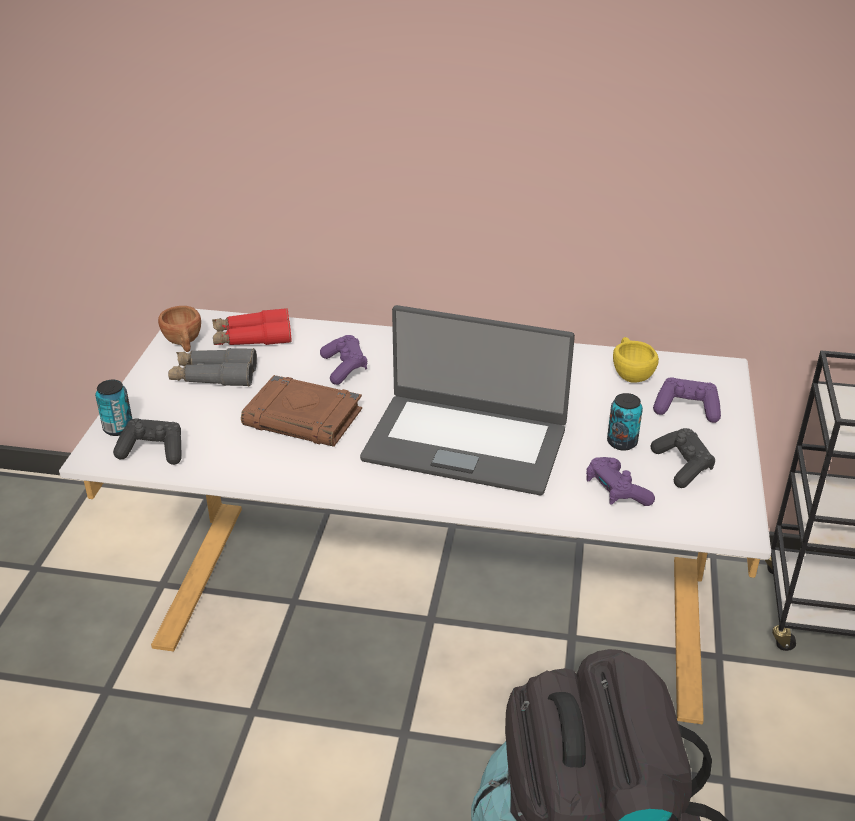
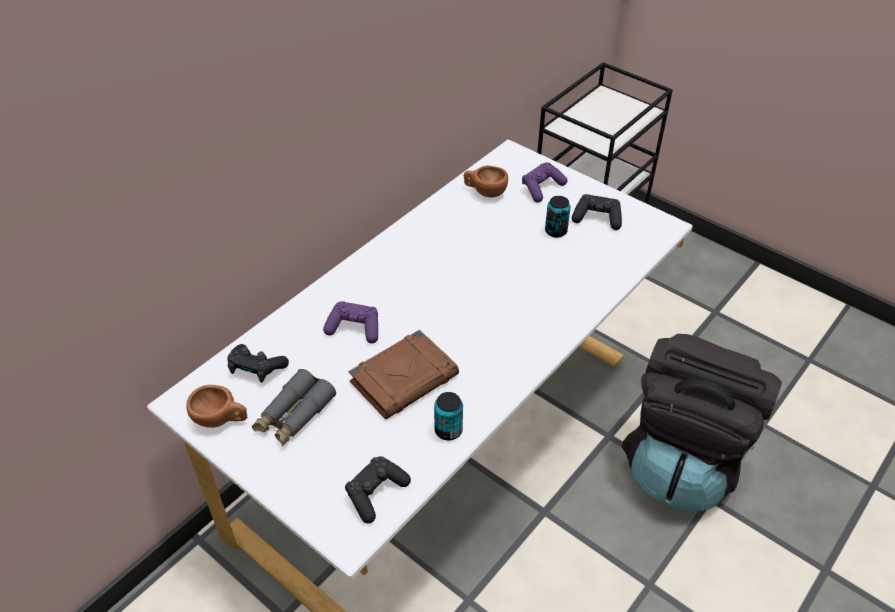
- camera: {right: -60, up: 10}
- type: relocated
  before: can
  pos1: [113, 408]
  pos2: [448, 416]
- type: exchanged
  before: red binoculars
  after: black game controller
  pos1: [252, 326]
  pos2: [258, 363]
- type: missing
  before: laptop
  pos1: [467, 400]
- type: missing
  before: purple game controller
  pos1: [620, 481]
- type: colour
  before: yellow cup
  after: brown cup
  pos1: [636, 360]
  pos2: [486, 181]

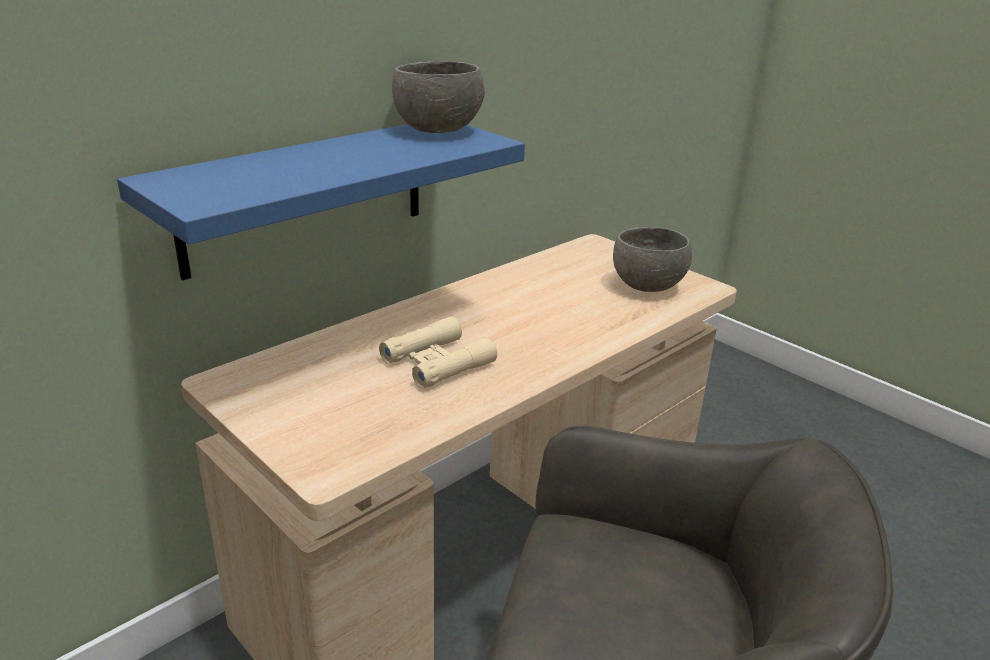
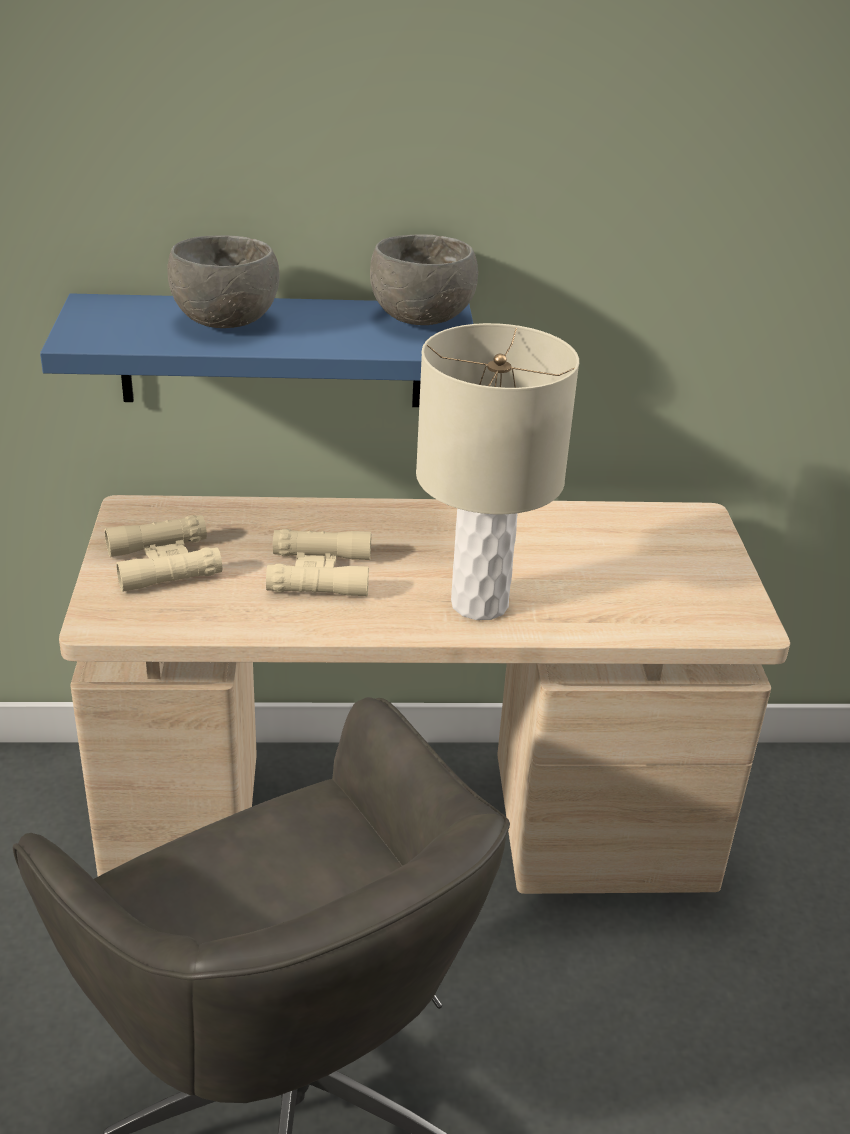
- camera: {right: 40, up: 5}
- type: relocated
  before: grey bowl
  pos1: [652, 259]
  pos2: [223, 282]
- type: appeared
  after: beige binoculars
  pos2: [163, 553]
- type: appeared
  after: beige table lamp
  pos2: [497, 471]

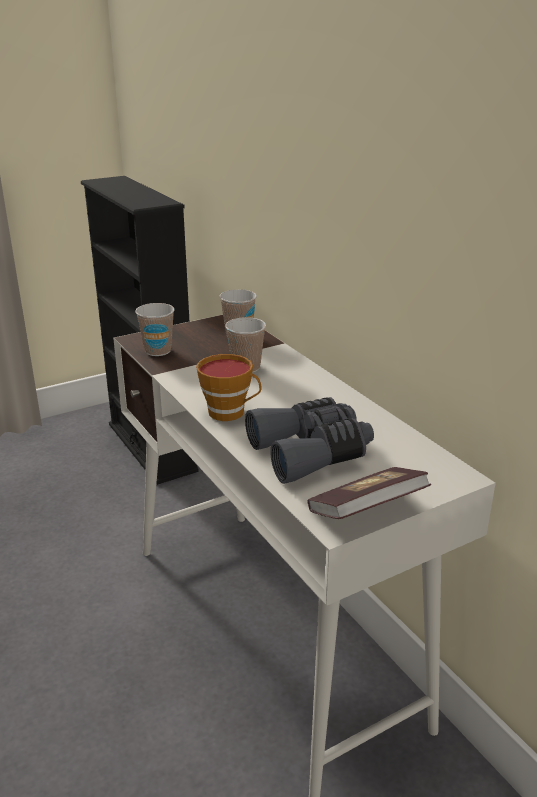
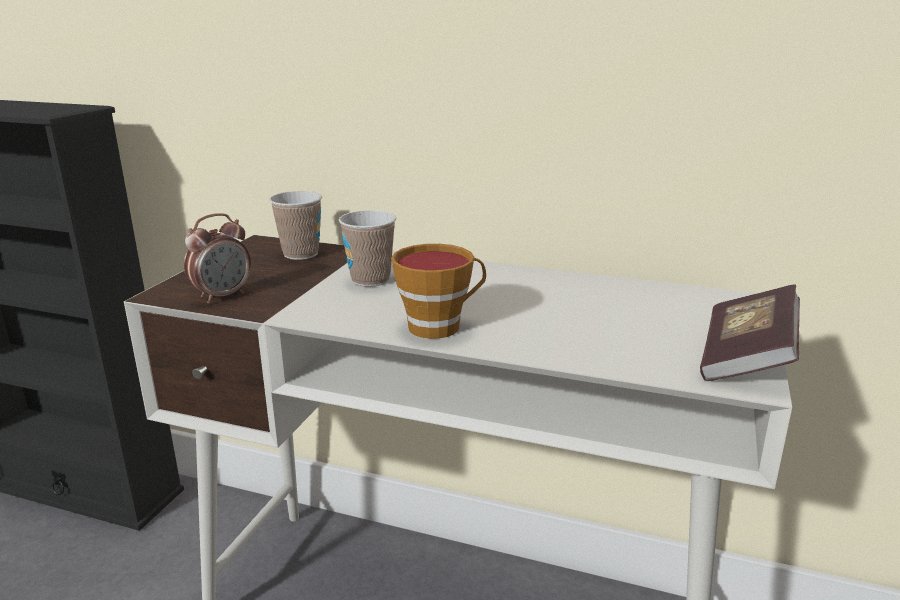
- camera: {right: -40, up: -5}
- type: exchanged
  before: cup
  after: alarm clock
  pos1: [155, 329]
  pos2: [217, 258]
- type: missing
  before: grey binoculars
  pos1: [309, 440]

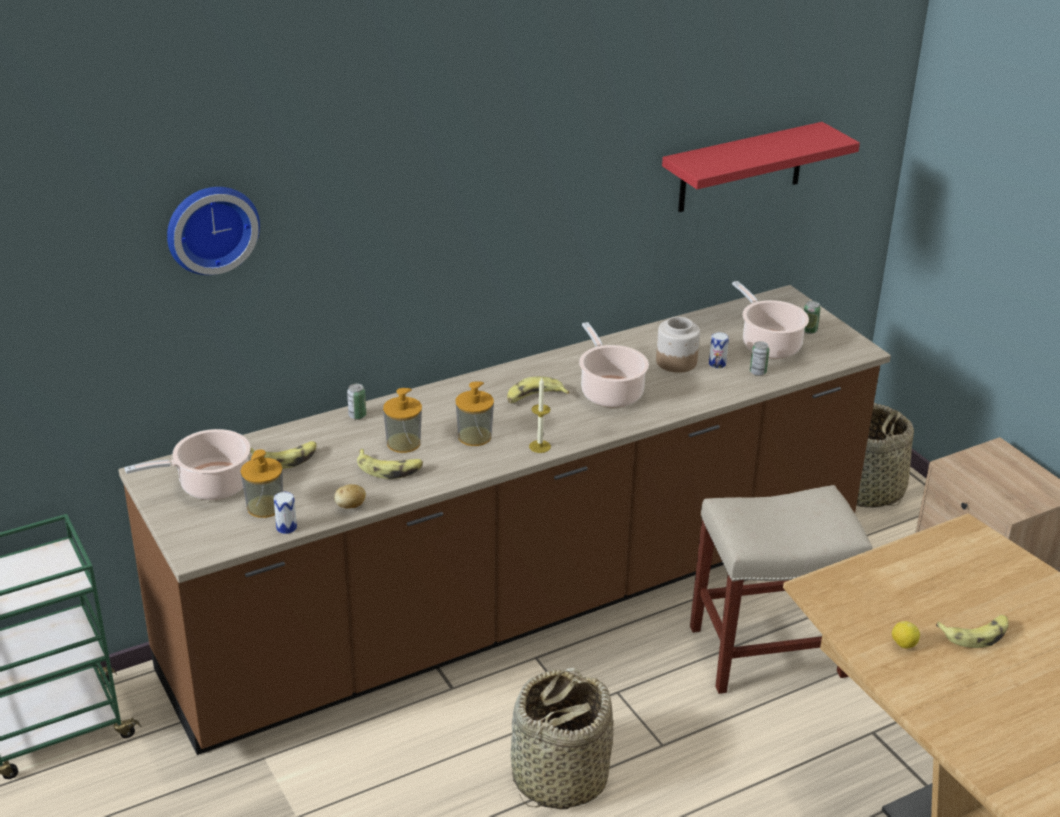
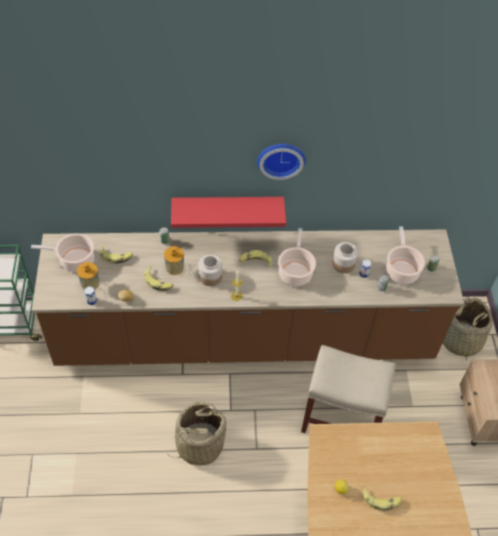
- camera: {right: 25, up: 20}
- type: relocated
  before: wall clock
  pos1: [213, 231]
  pos2: [281, 162]
- type: exchanged
  before: soap dispenser
  after: jar
  pos1: [474, 414]
  pos2: [210, 270]
- type: relocated
  before: red shelf
  pos1: [761, 167]
  pos2: [228, 212]

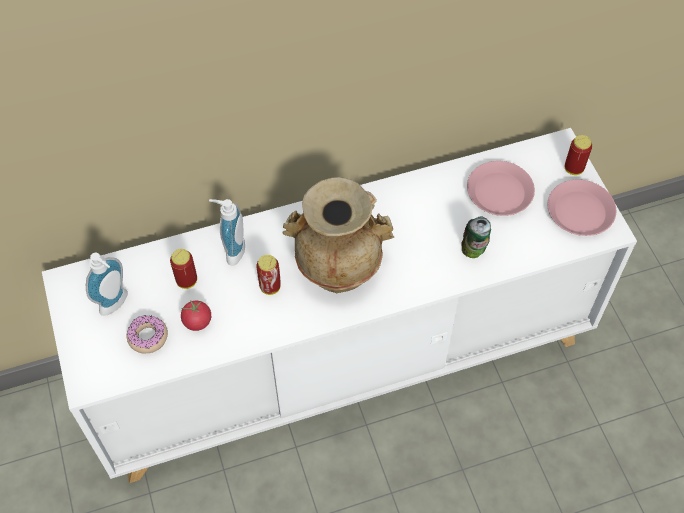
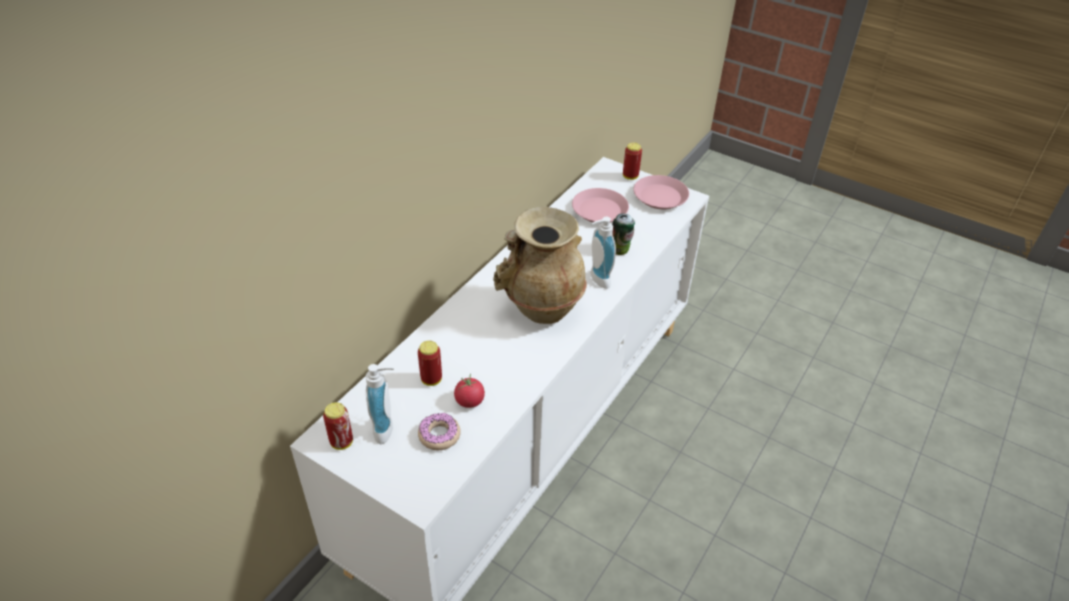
- camera: {right: -40, up: -15}
- type: relocated
  before: soap dispenser
  pos1: [227, 232]
  pos2: [603, 252]
- type: relocated
  before: can
  pos1: [268, 275]
  pos2: [338, 426]

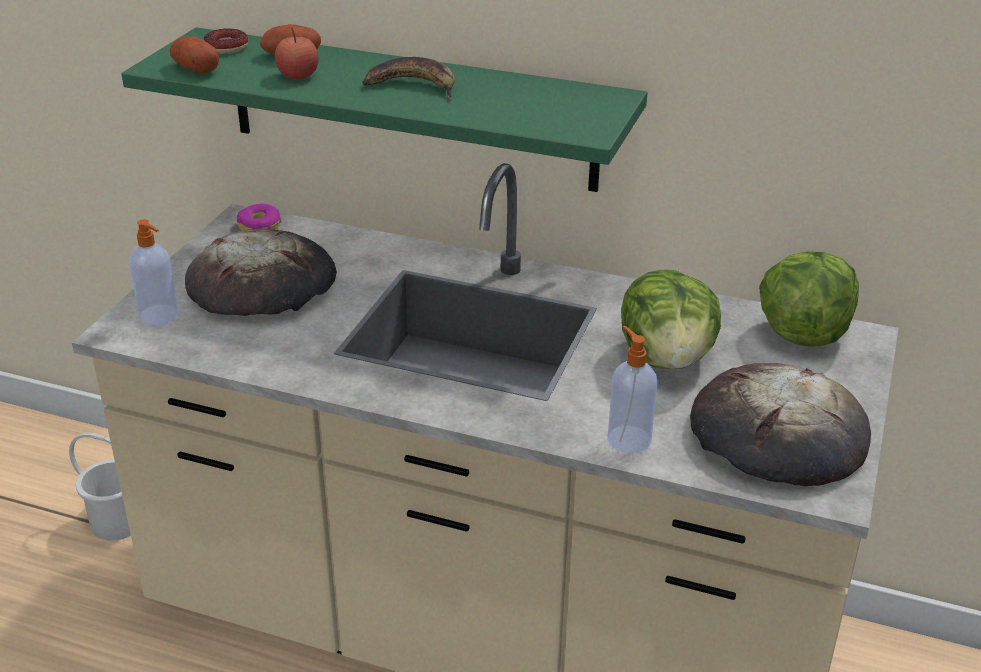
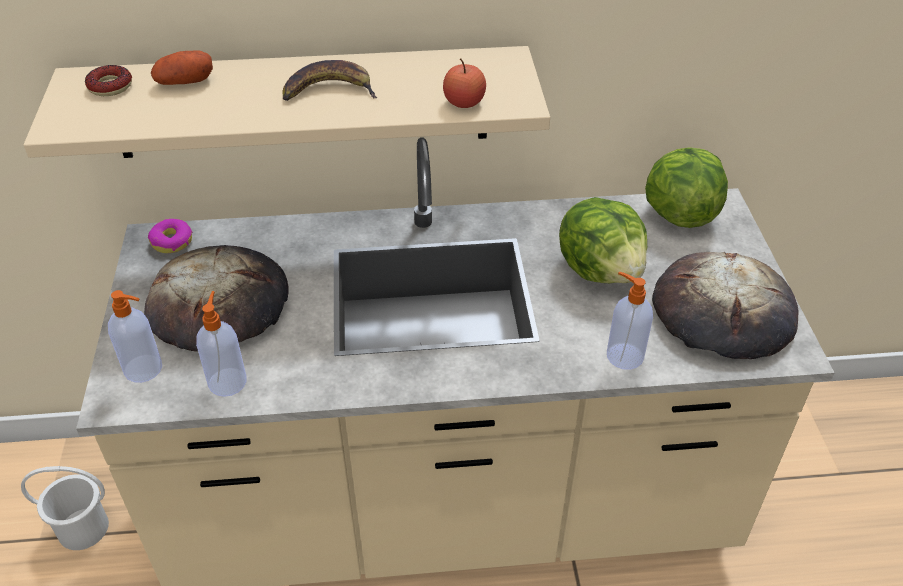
- camera: {right: -25, up: 10}
- type: colour
  before: green shelf
  after: beige shelf
  pos1: [384, 109]
  pos2: [287, 102]
- type: missing
  before: potato
  pos1: [194, 55]
- type: relocated
  before: apple
  pos1: [297, 53]
  pos2: [464, 83]
- type: appeared
  after: soap dispenser
  pos2: [221, 344]

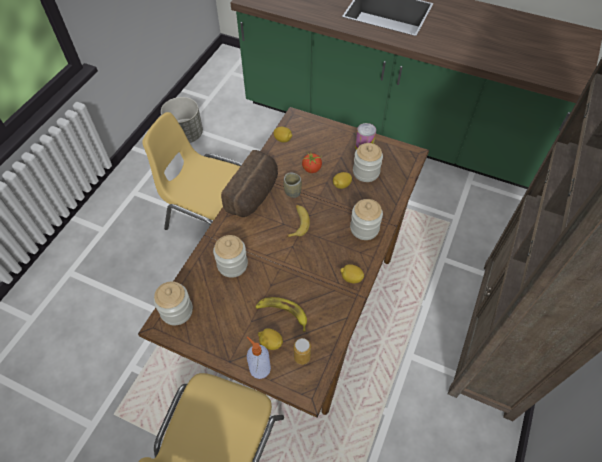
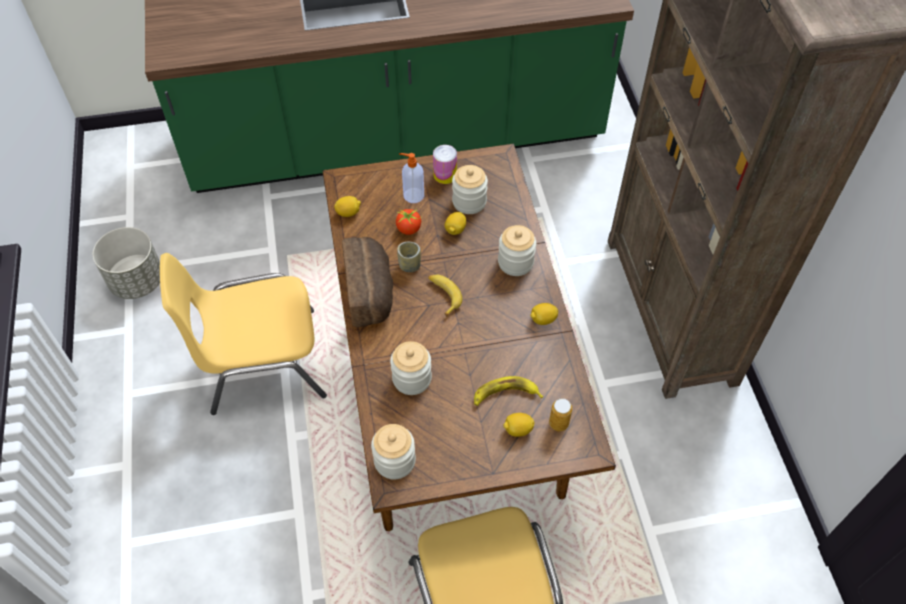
- camera: {right: -35, up: 0}
- type: relocated
  before: soap dispenser
  pos1: [259, 357]
  pos2: [411, 178]

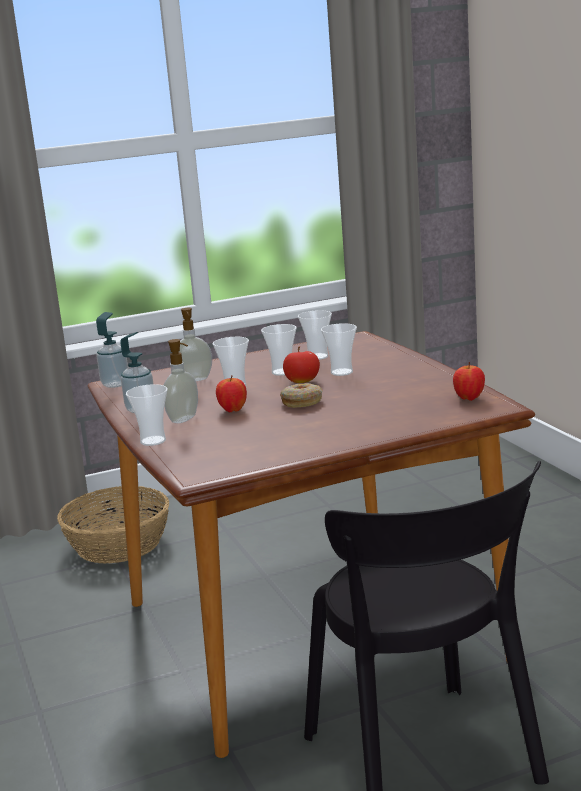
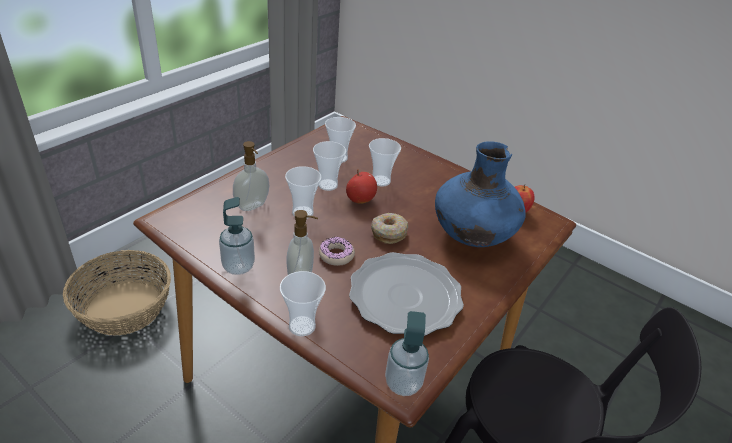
- camera: {right: -35, up: 20}
- type: relocated
  before: soap dispenser
  pos1: [112, 350]
  pos2: [407, 353]
- type: exchanged
  before: apple
  after: donut
  pos1: [231, 393]
  pos2: [337, 251]
- type: appeared
  after: plate
  pos2: [406, 294]
- type: appeared
  after: blue vase
  pos2: [480, 194]

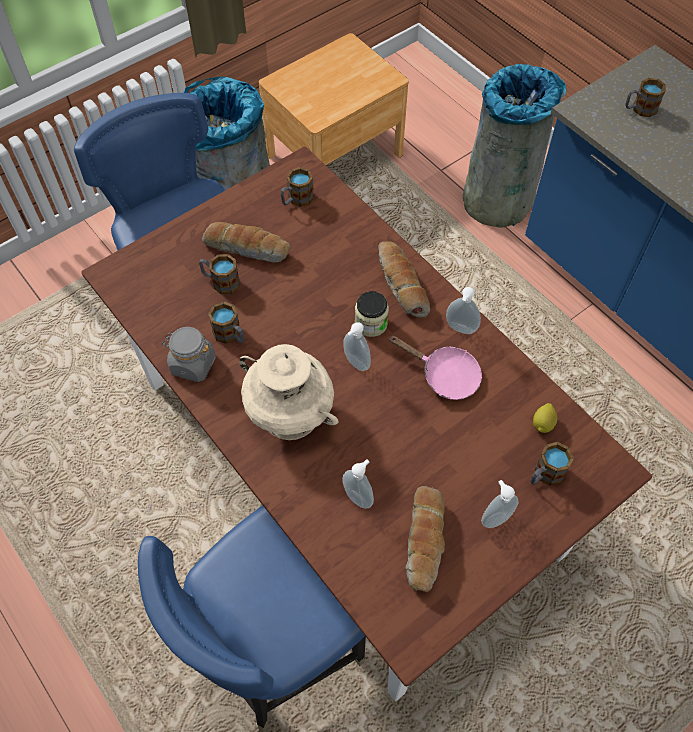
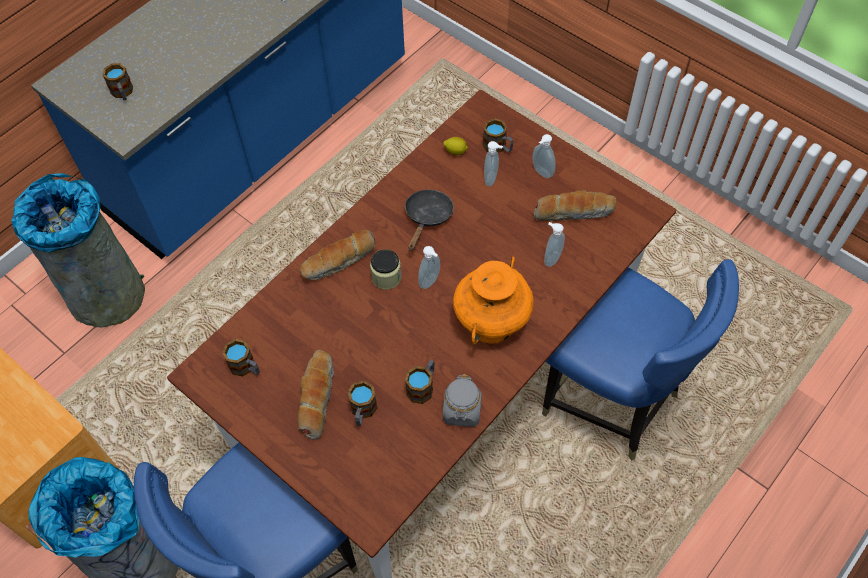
- camera: {right: -100, up: 0}
- type: colour
  before: beige vase
  after: orange vase
  pos1: [288, 392]
  pos2: [493, 300]
- type: colour
  before: pink frying pan
  after: black frying pan
  pos1: [435, 368]
  pos2: [429, 220]
- type: relocated
  before: soap dispenser
  pos1: [463, 310]
  pos2: [493, 163]

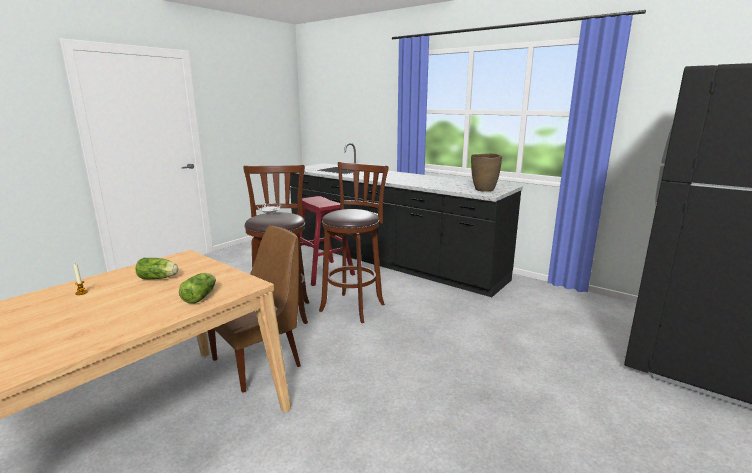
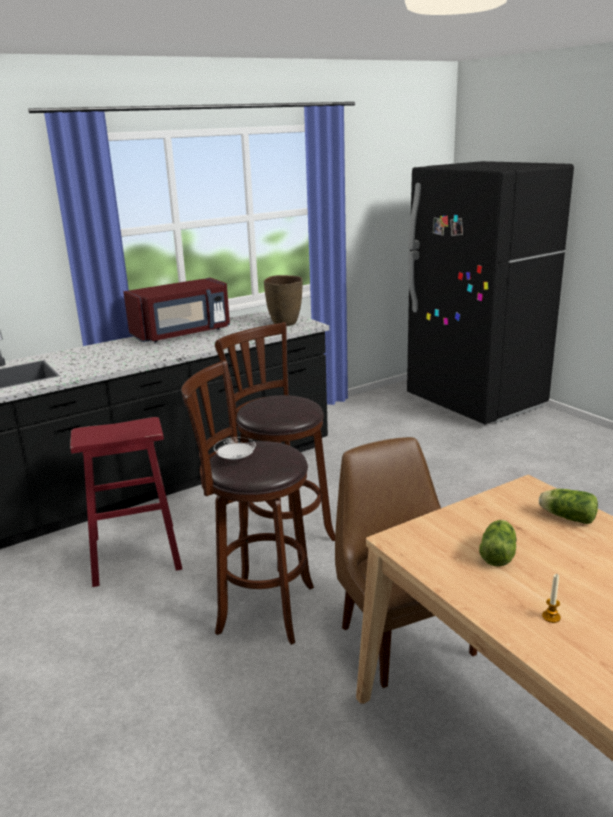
- camera: {right: -70, up: 5}
- type: appeared
  after: red microwave
  pos2: [177, 310]

